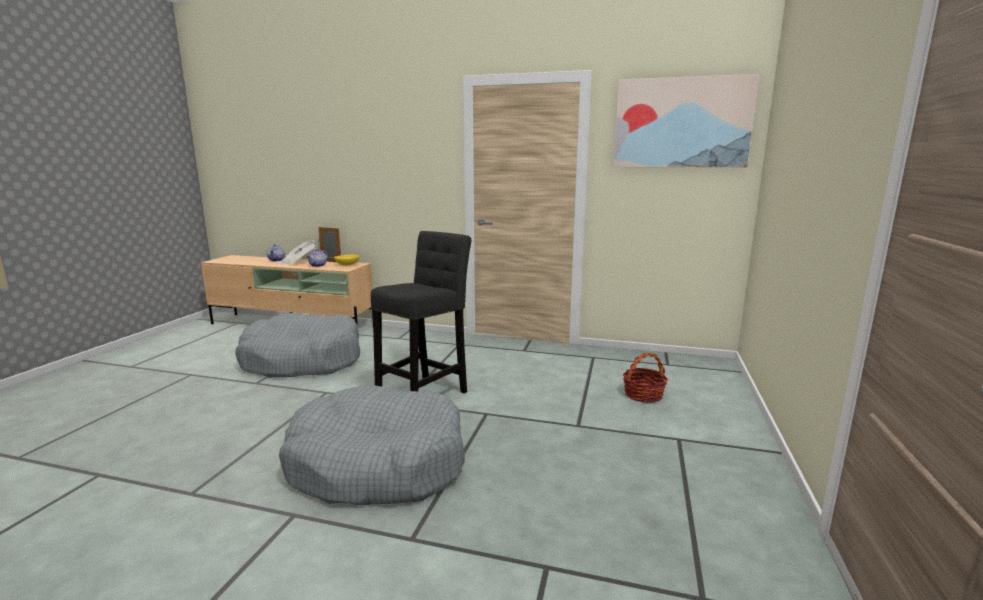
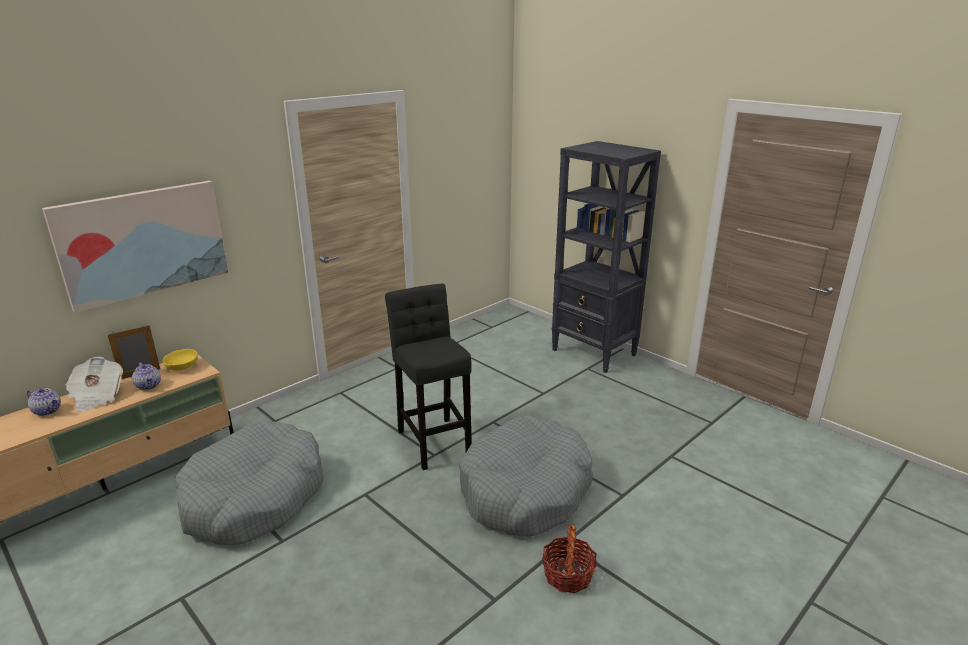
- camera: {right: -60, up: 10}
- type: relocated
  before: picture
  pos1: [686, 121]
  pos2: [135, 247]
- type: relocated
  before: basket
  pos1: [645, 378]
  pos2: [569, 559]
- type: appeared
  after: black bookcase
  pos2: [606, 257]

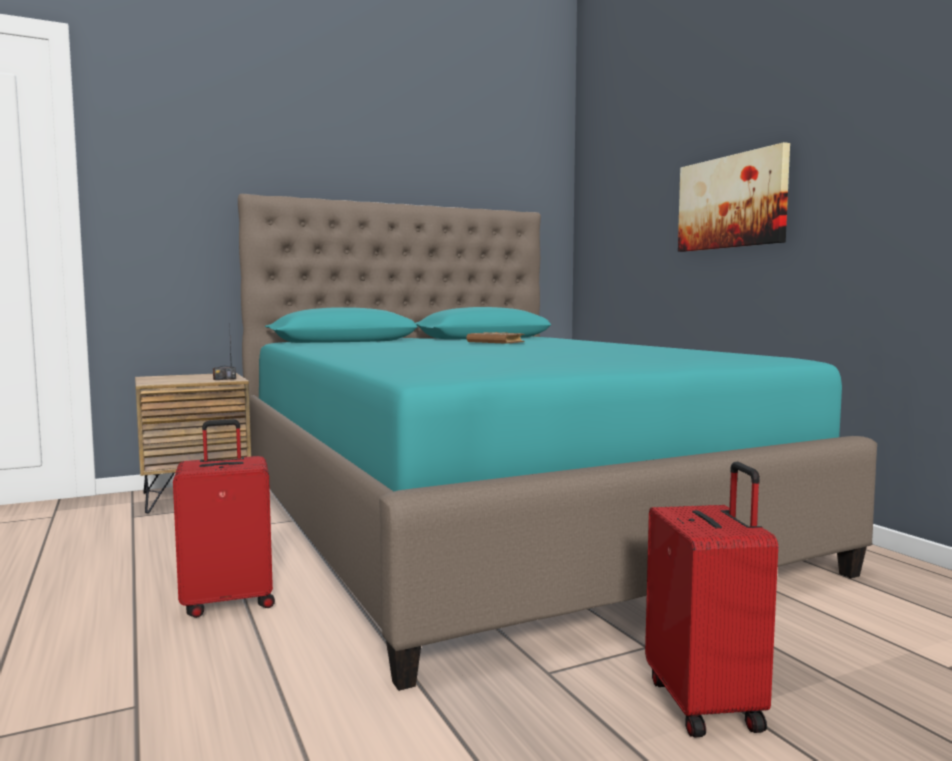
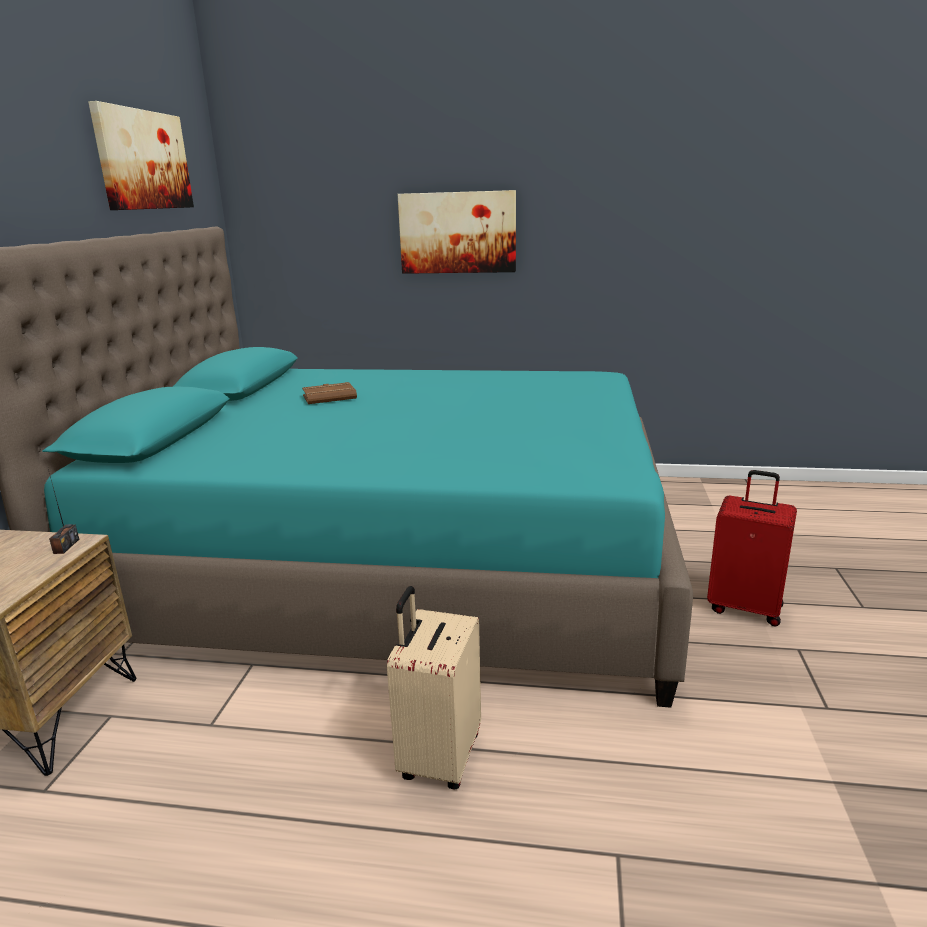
- camera: {right: -55, up: 15}
- type: colour
  before: red suitcase
  after: beige suitcase
  pos1: [224, 518]
  pos2: [434, 687]
- type: appeared
  after: picture
  pos2: [141, 155]

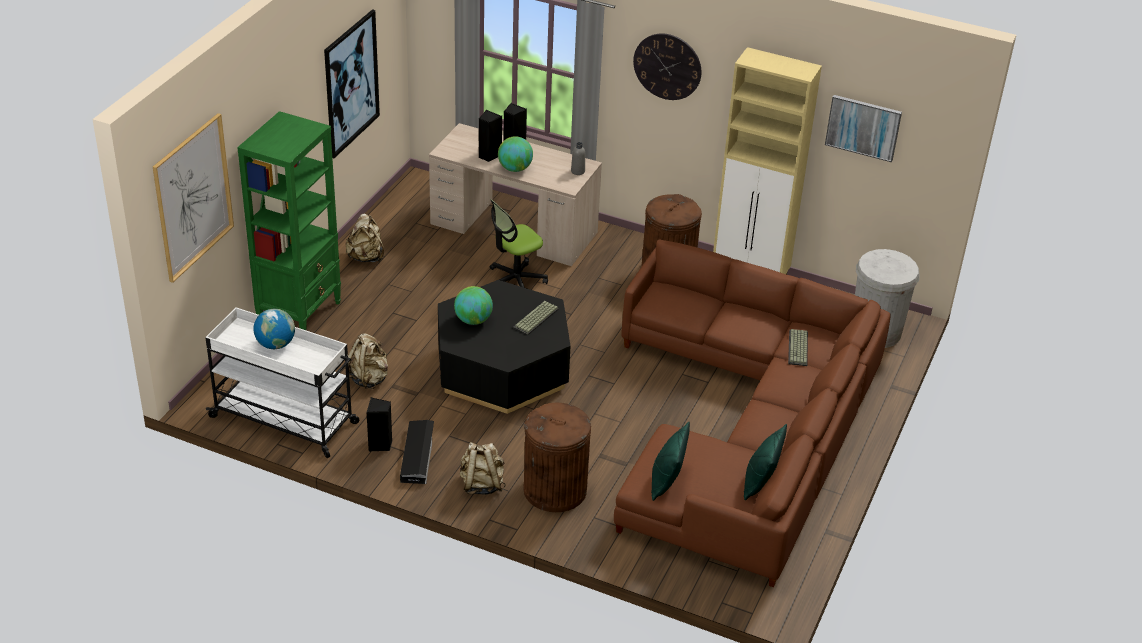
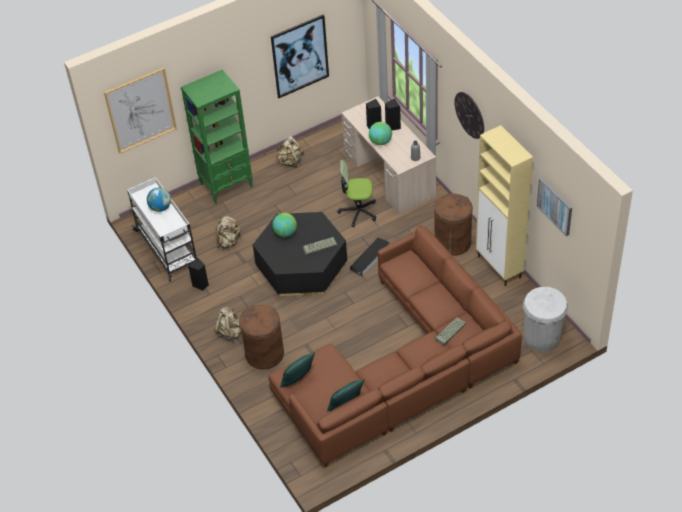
- camera: {right: 40, up: 10}
- type: relocated
  before: black storage box
  pos1: [417, 452]
  pos2: [369, 257]

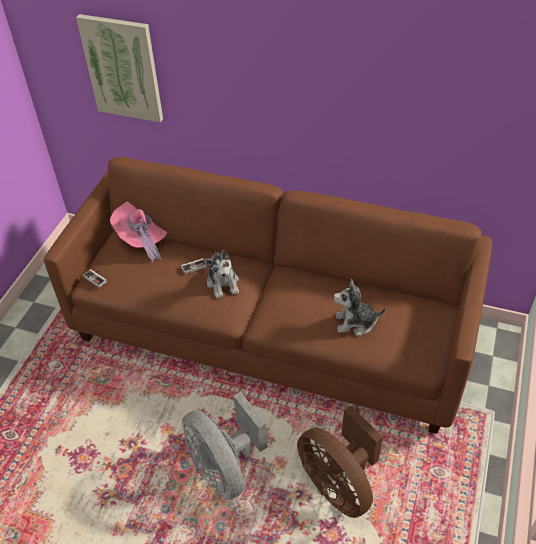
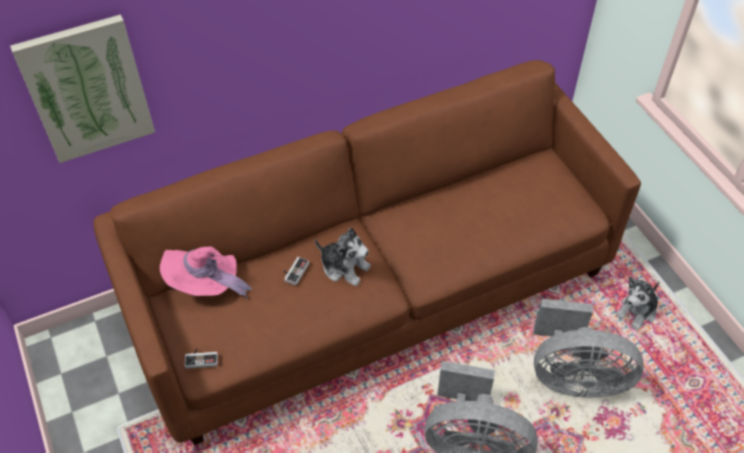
- camera: {right: -45, up: 5}
- type: colour
  before: brown fan
  after: grey fan
  pos1: [340, 461]
  pos2: [589, 348]
- type: relocated
  before: plush toy
  pos1: [359, 307]
  pos2: [637, 303]

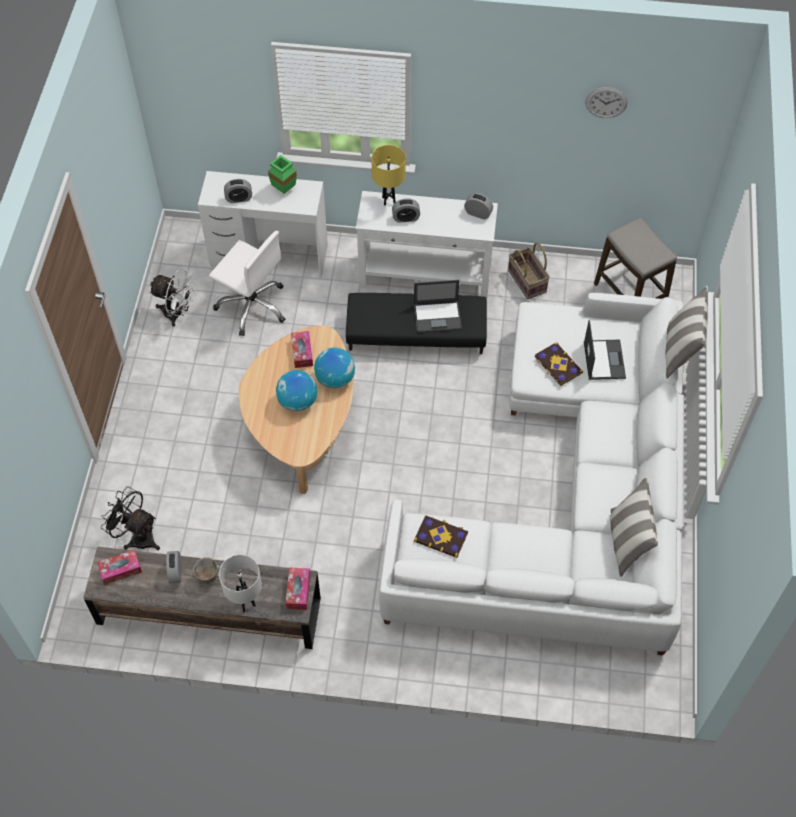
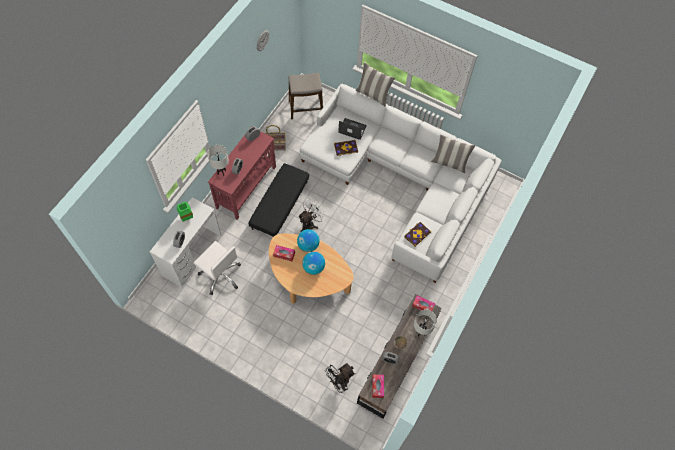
- camera: {right: -70, up: 5}
- type: relocated
  before: white fan
  pos1: [172, 298]
  pos2: [311, 215]
- type: spun
  before: white office chair
  pos1: [247, 283]
  pos2: [217, 268]
  turn: 75
- type: colour
  before: white console table
  after: red console table
  pos1: [427, 245]
  pos2: [242, 173]
- type: colour
  before: yellow table lamp
  after: white table lamp
  pos1: [388, 175]
  pos2: [218, 160]
- type: missing
  before: laptop
  pos1: [438, 306]

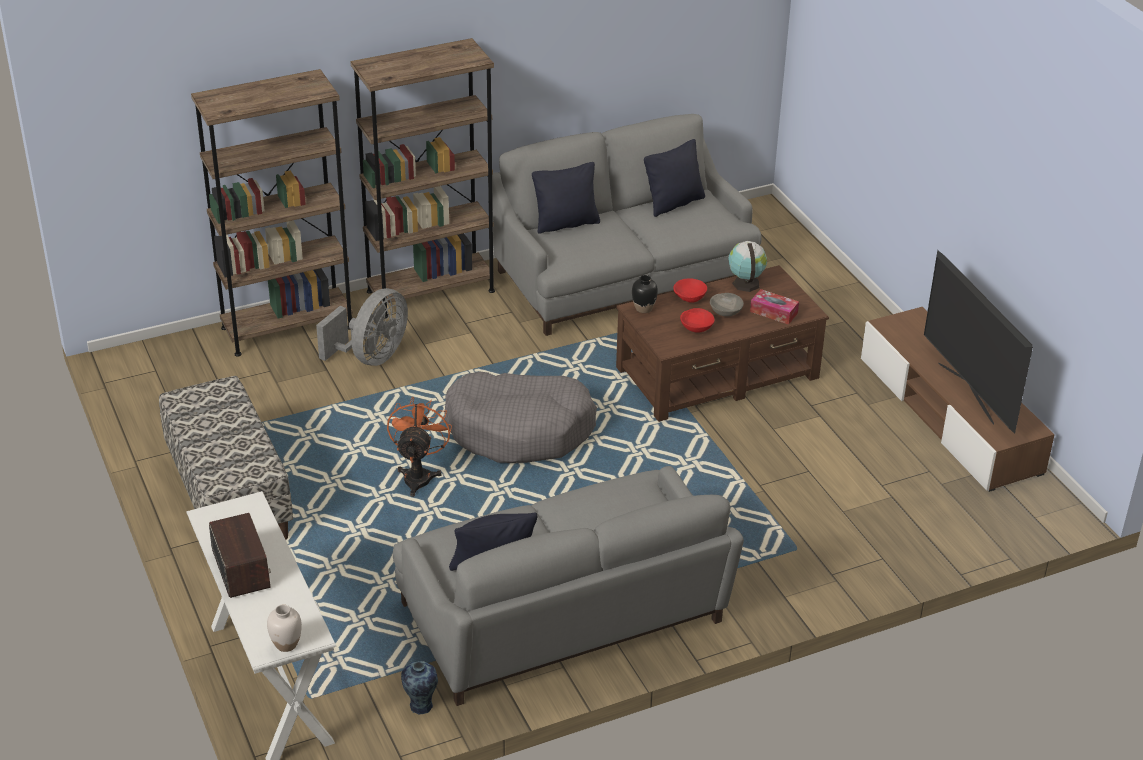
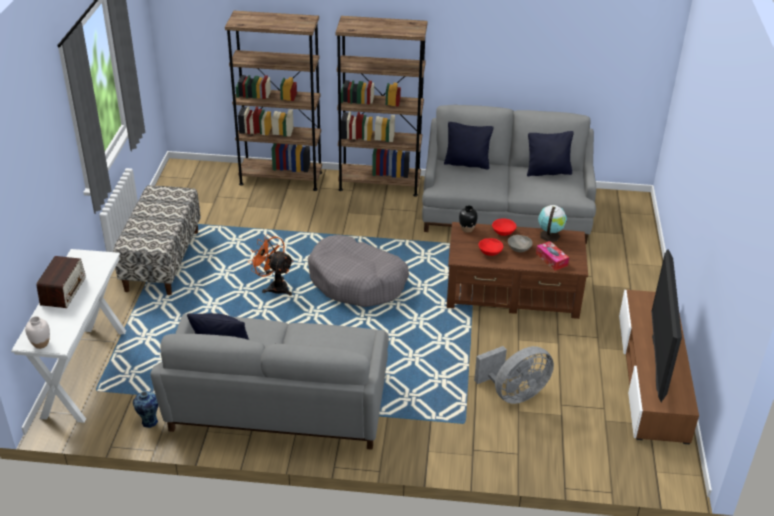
- camera: {right: 30, up: 0}
- type: relocated
  before: grey fan
  pos1: [362, 327]
  pos2: [514, 375]
- type: spun
  before: orange fan
  pos1: [419, 447]
  pos2: [271, 265]
  turn: -90

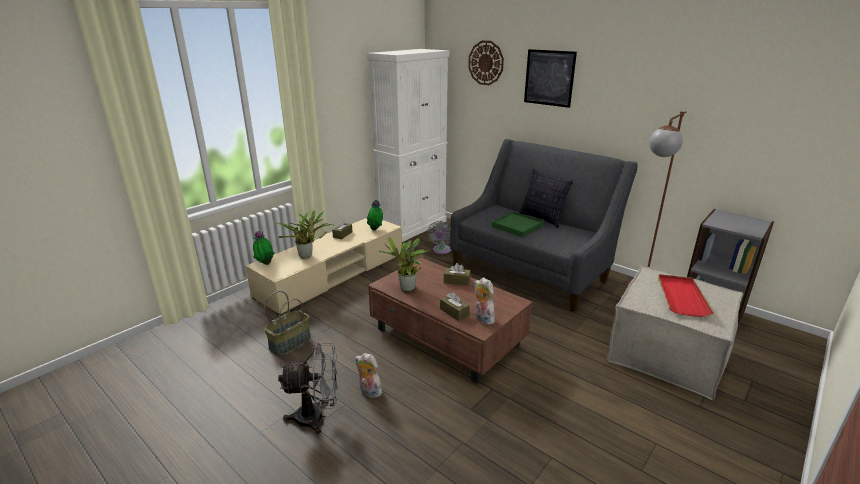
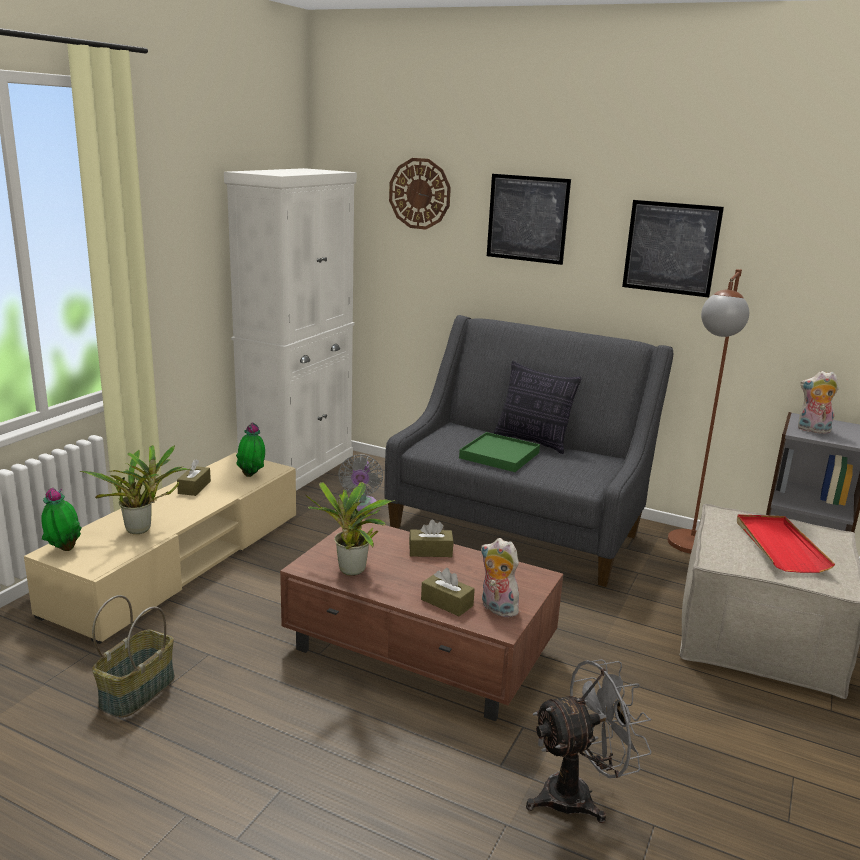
- camera: {right: -15, up: -5}
- type: relocated
  before: grey fan
  pos1: [308, 388]
  pos2: [589, 741]
- type: relocated
  before: plush toy
  pos1: [368, 375]
  pos2: [818, 403]
- type: appeared
  after: picture
  pos2: [673, 249]

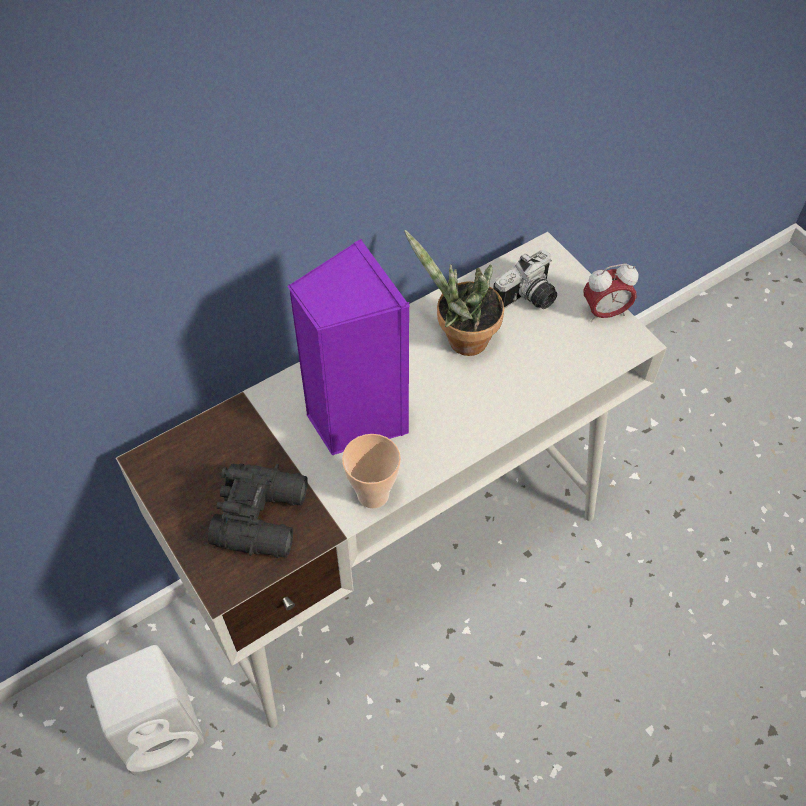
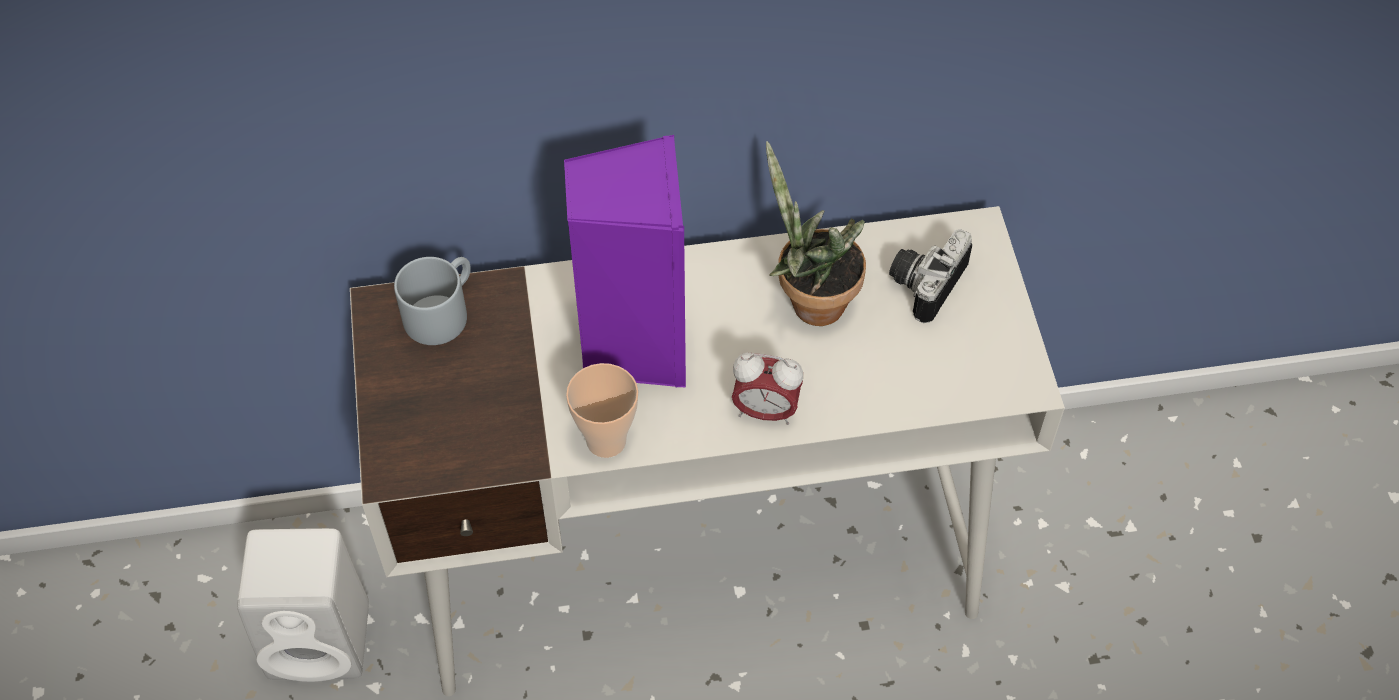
- camera: {right: 25, up: 0}
- type: missing
  before: black binoculars
  pos1: [258, 510]
- type: spun
  before: photo camera
  pos1: [525, 279]
  pos2: [930, 276]
  turn: 135
- type: relocated
  before: alarm clock
  pos1: [610, 293]
  pos2: [767, 389]
- type: appeared
  after: grey mug
  pos2: [432, 301]

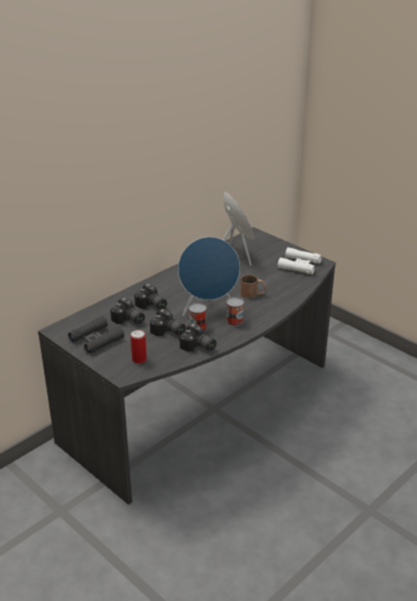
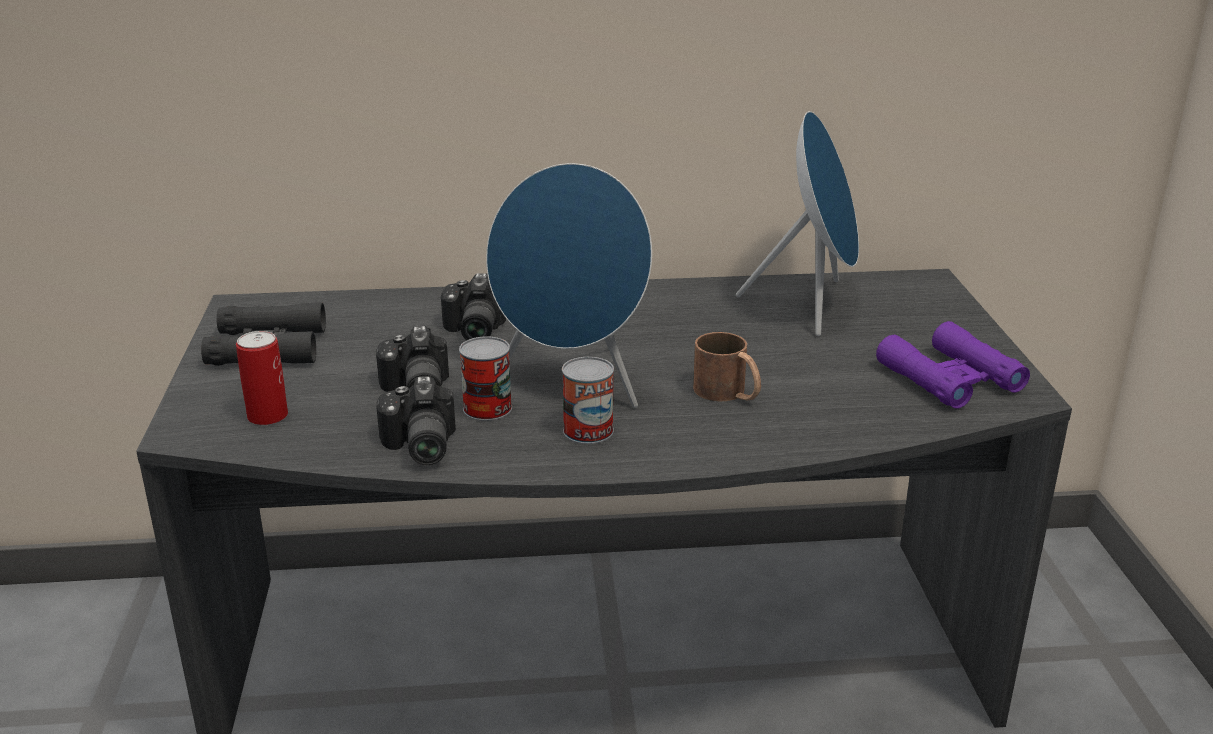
- camera: {right: 40, up: -5}
- type: missing
  before: photo camera
  pos1: [127, 311]
- type: colour
  before: white binoculars
  after: purple binoculars
  pos1: [300, 260]
  pos2: [953, 365]

